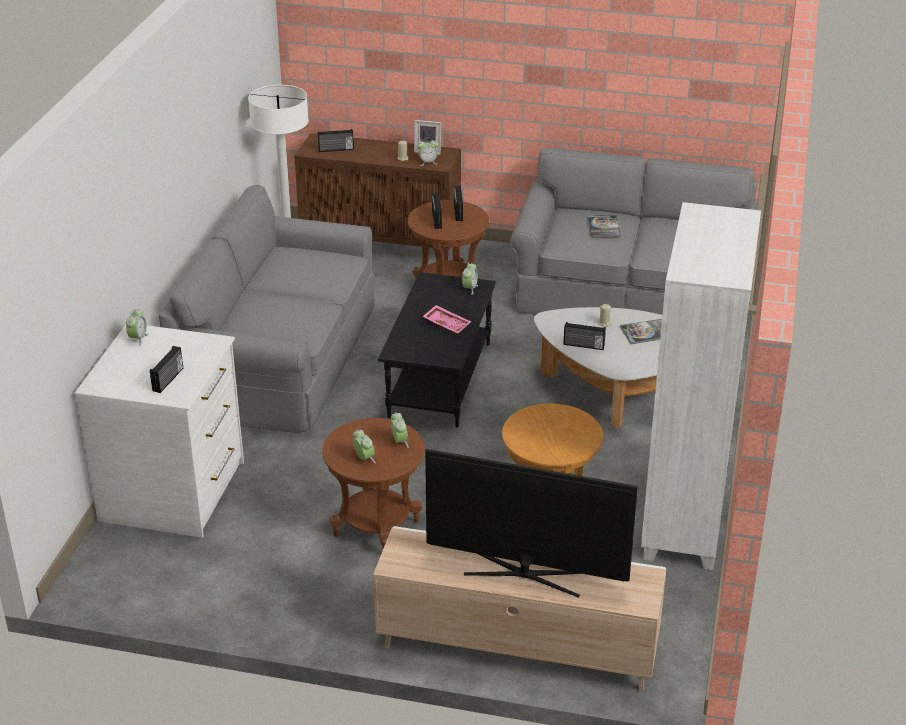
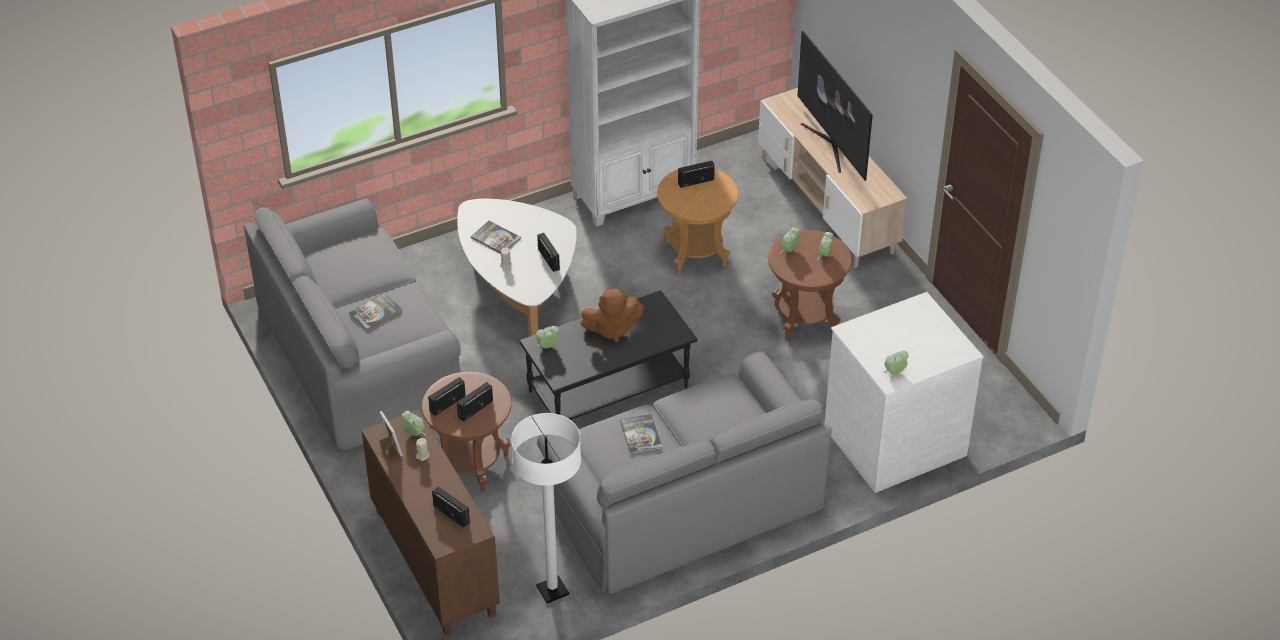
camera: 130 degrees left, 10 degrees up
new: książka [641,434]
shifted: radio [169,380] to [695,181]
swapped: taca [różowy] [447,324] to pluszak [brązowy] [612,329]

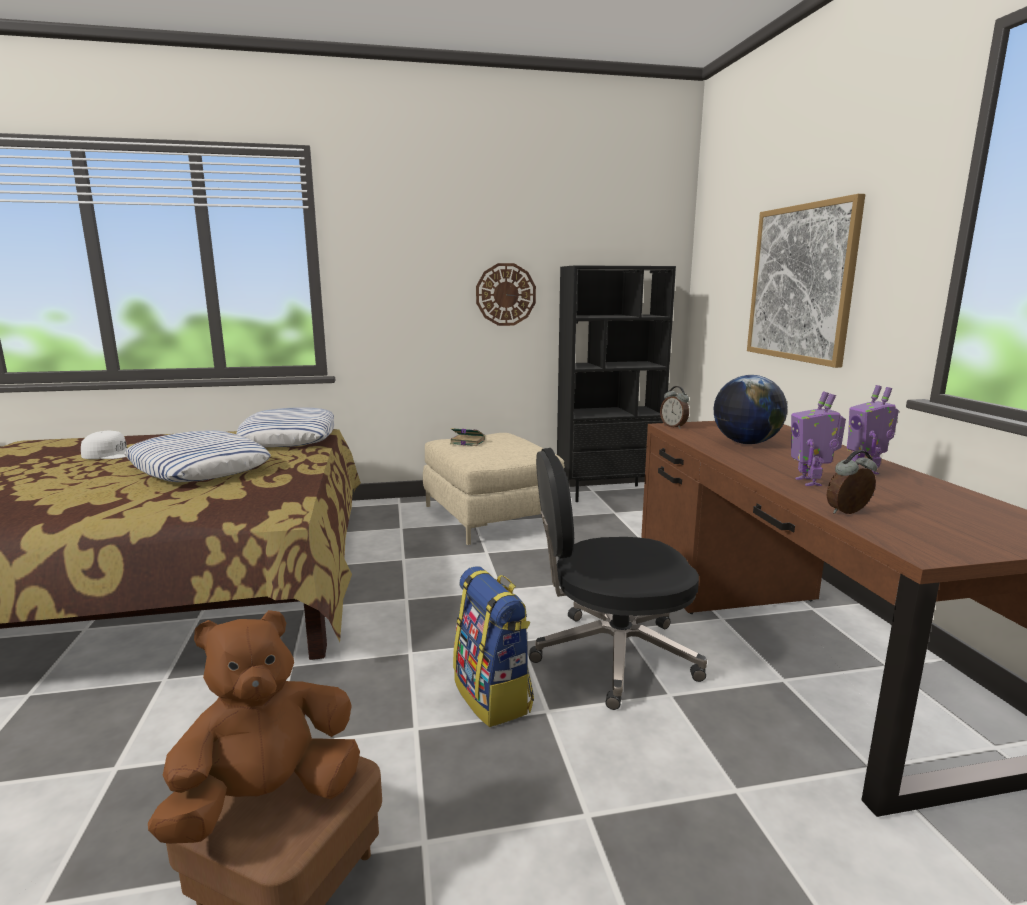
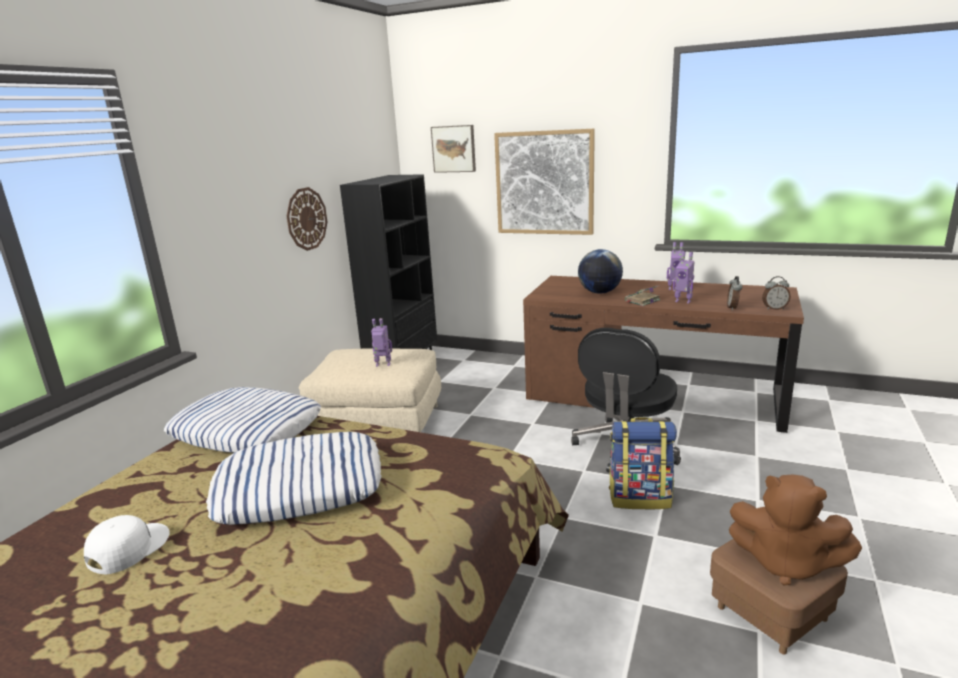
camera: 55 degrees left, 5 degrees up
new: robot zabawkowy [383,365]; obraz [454,149]
shifted: książka [466,442] to [642,301]; budzik [674,426] to [774,308]
rotated: pluszak [brązowy] [267,799] = [785,563] 60 degrees counterclockwise

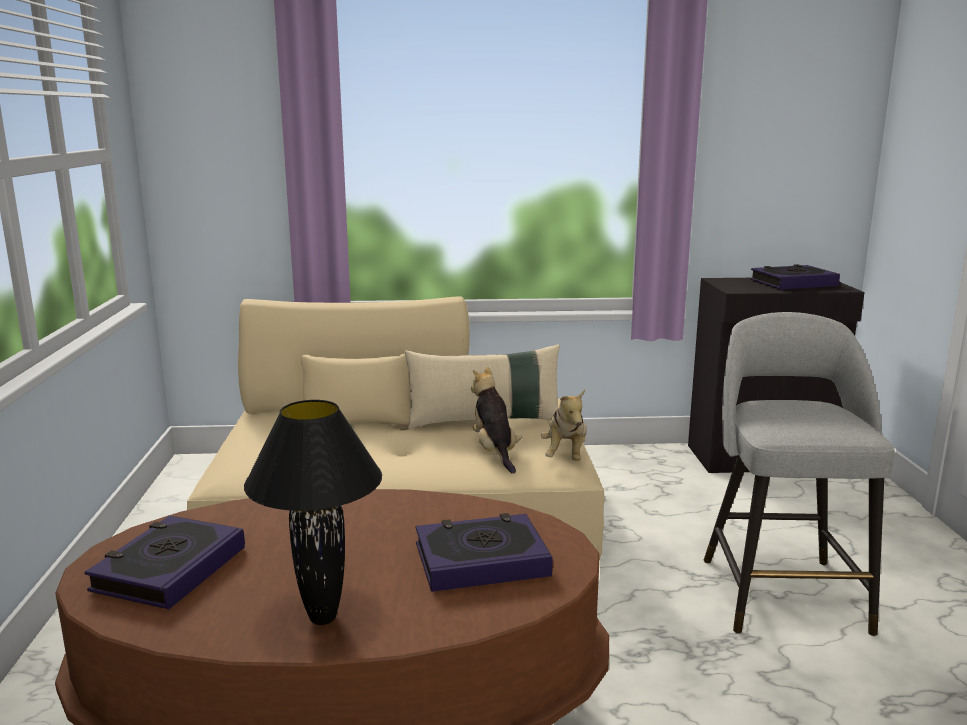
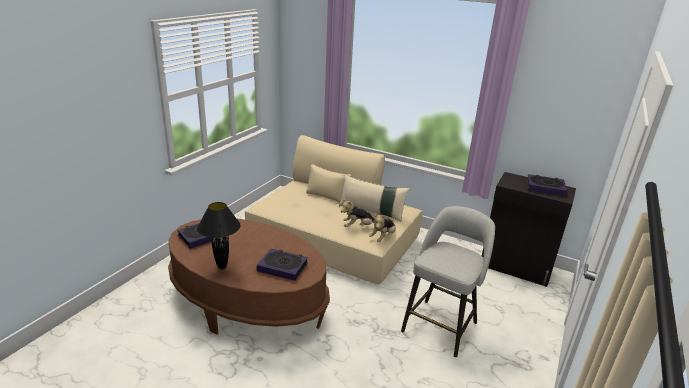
camera: 30 degrees right, 10 degrees up
rotated: pluszak [494,451] = [358,227] 120 degrees counterclockwise

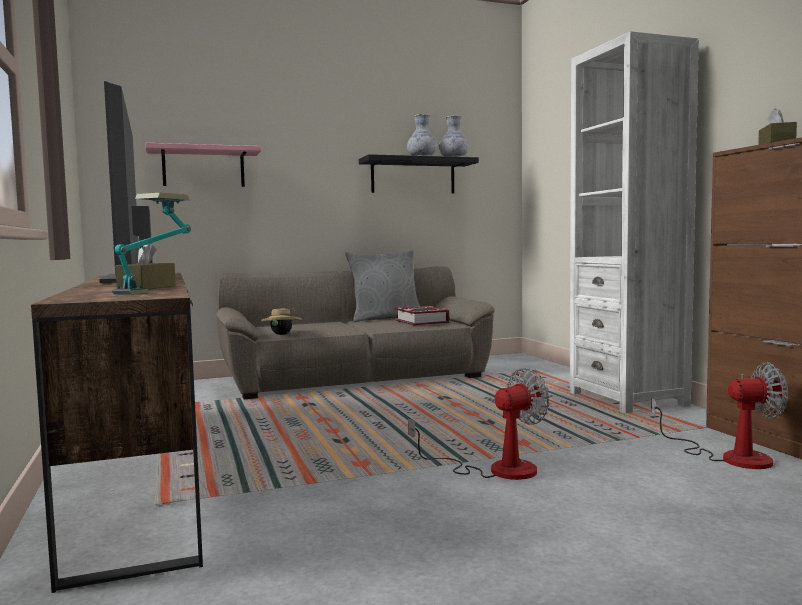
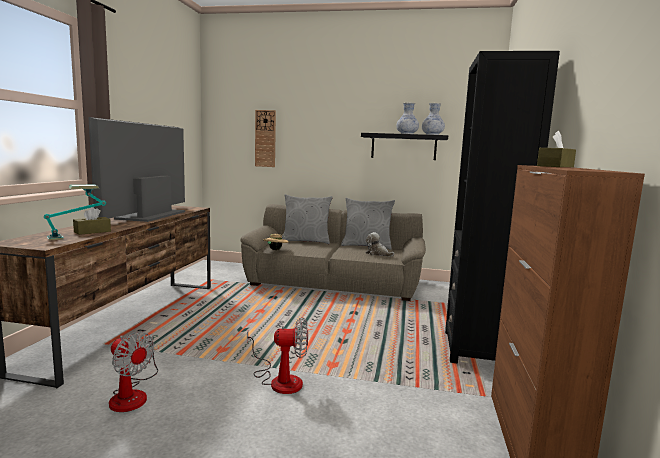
camera: 30 degrees right, 5 degrees up
new: poduszka [szary] [306,241]
shifted: wentylator [730,457] to [133,394]
swapped: półka [różowy] [203,168] to zegar ścienny [265,138]; książka [422,321] to pluszak [377,254]
repainted: regał [biały] [627,399] to regał [czarny] [479,350]

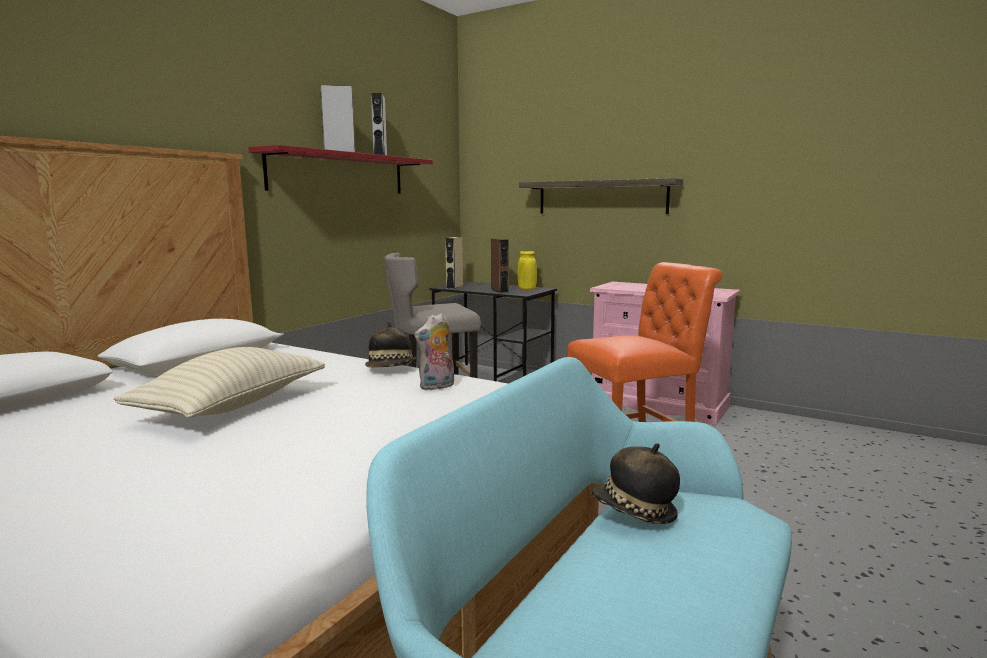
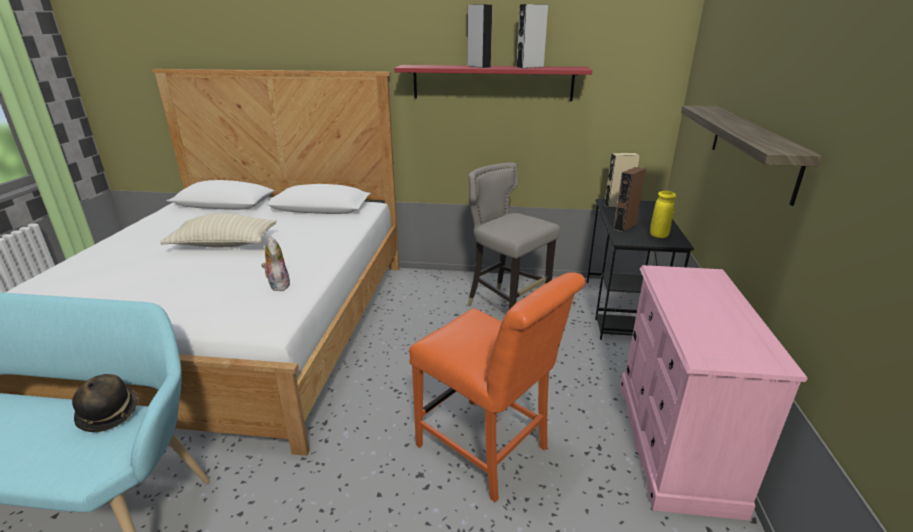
camera: 65 degrees right, 15 degrees up
gone: kapelusz [391,369]
rotated: pluszak [437,387] = [278,285] 45 degrees clockwise

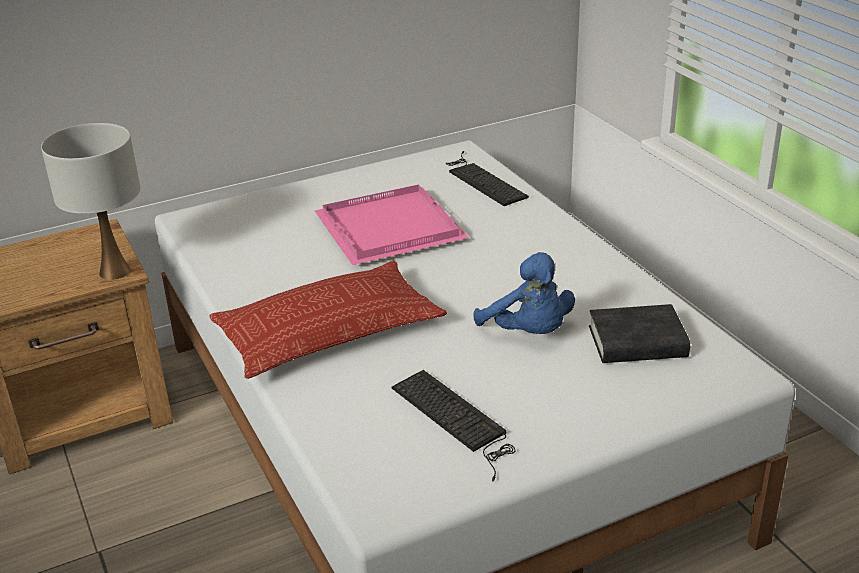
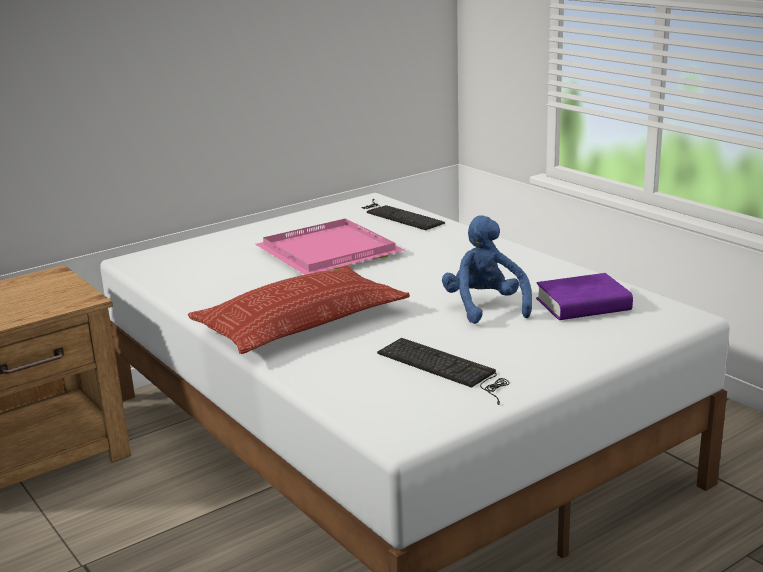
camera: 10 degrees left, 10 degrees down
gone: lampa stołowa [biały] [115,271]
repainted: książka [czarny] [637,342] to książka [fioletowy] [583,305]
rotated: pluszak [niebieski] [528,332] = [485,307] 150 degrees counterclockwise

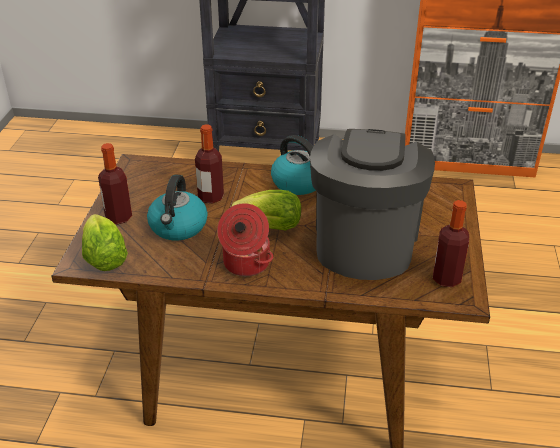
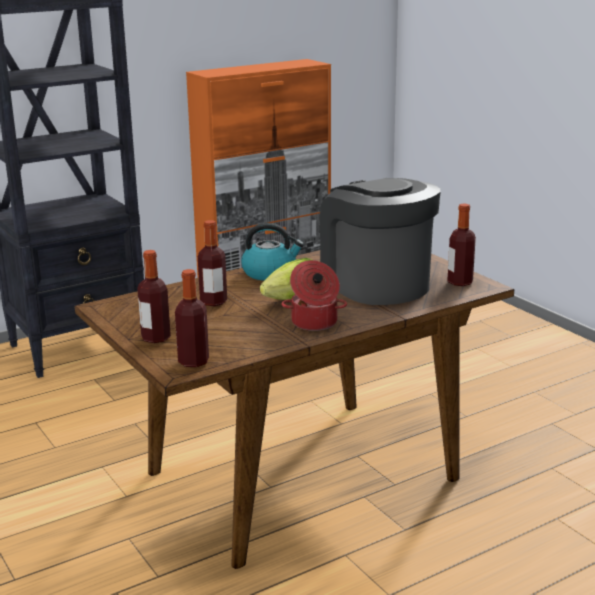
camera: 40 degrees left, 15 degrees down
gone: czajnik [178,227]
swapped: sałata [104,258] to butelka [193,362]

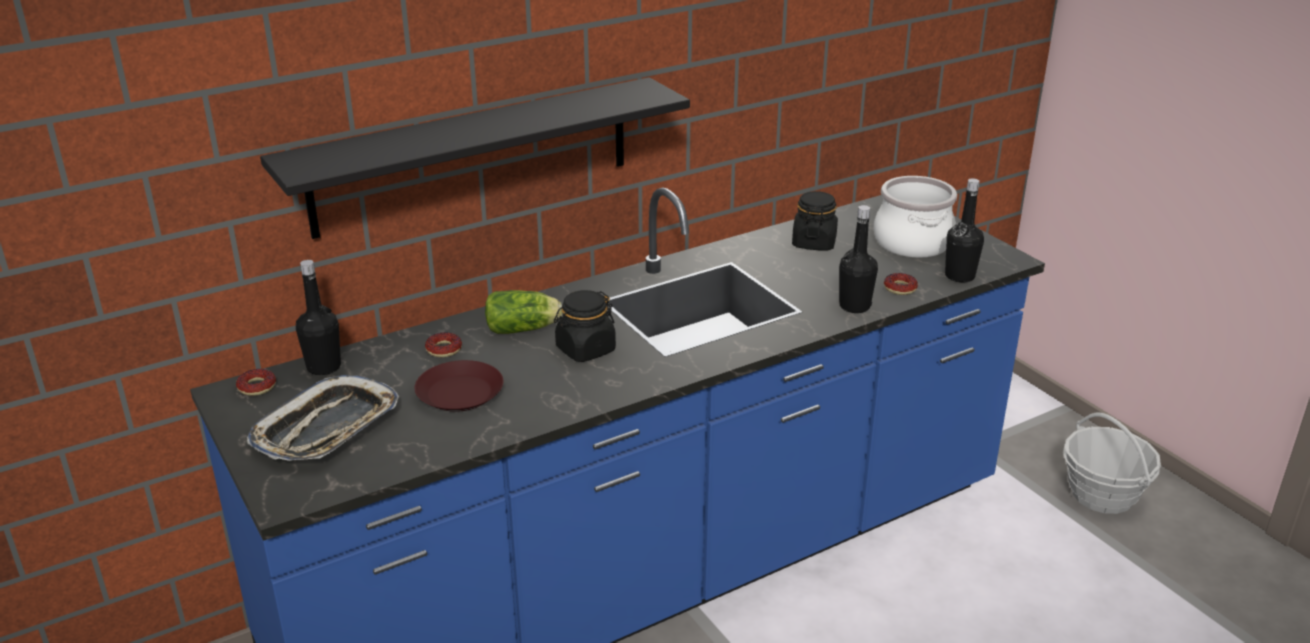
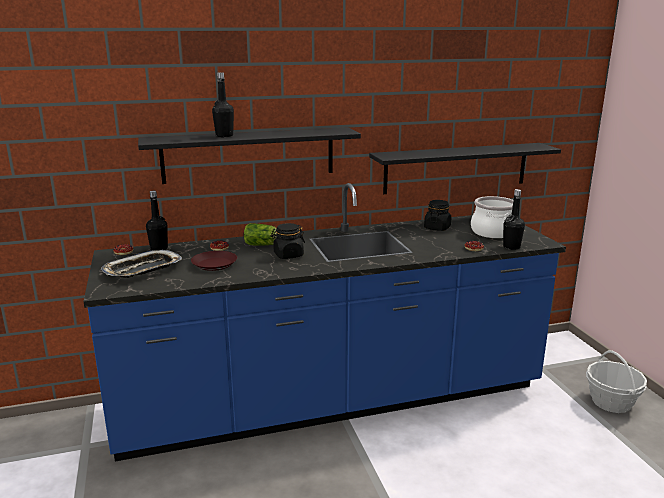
camera: 15 degrees right, 10 degrees down
new: półka [czarny] [456,168]
shifted: butelka [czarny] [854,306] to [224,136]

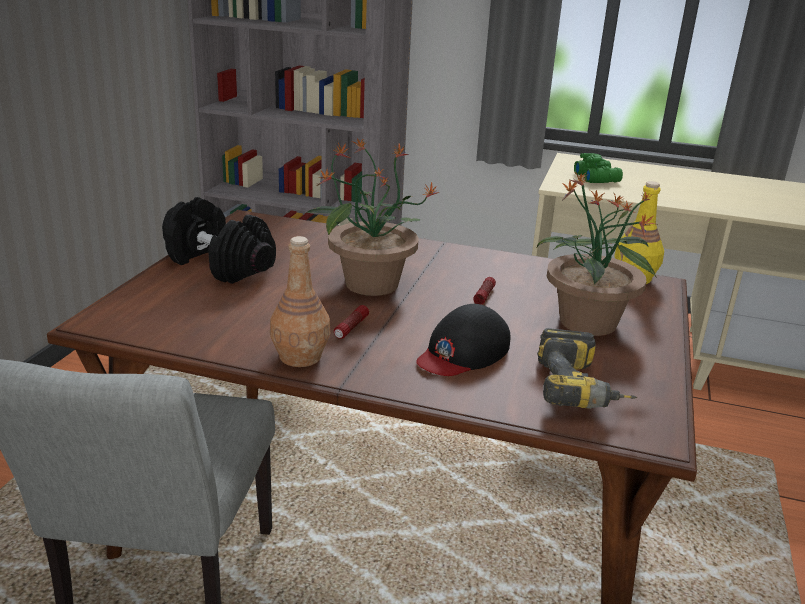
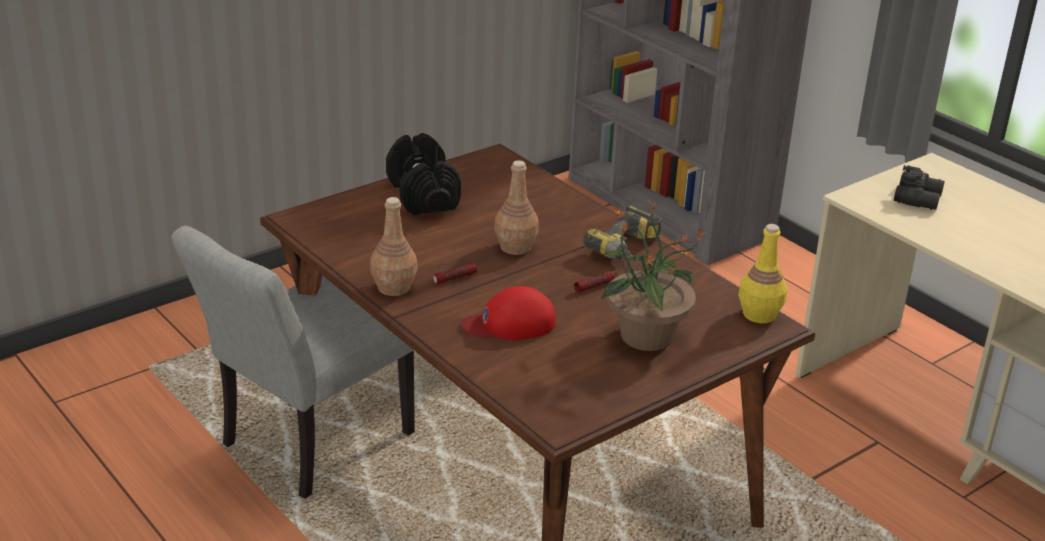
camera: 35 degrees right, 5 degrees up
shifted: wiertarka [581,390] to [628,250]
swapped: roślina doniczkowa [369,284] to butelka [brązowy] [516,247]
repainted: czapka z daszkiem [czarny] [463,352] to czapka z daszkiem [czerwony] [510,323]; lornetka [zielony] [597,178] to lornetka [czarny] [919,198]

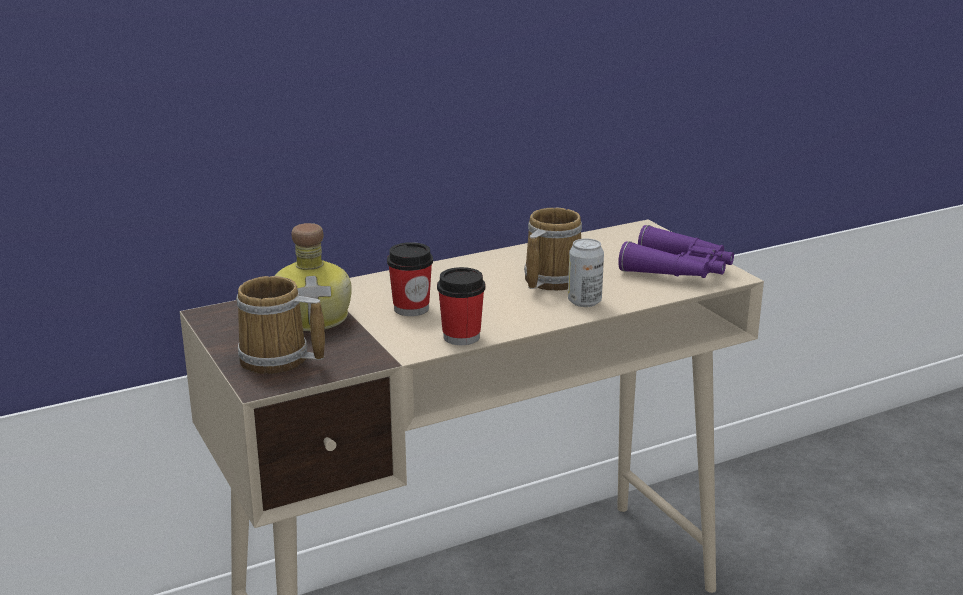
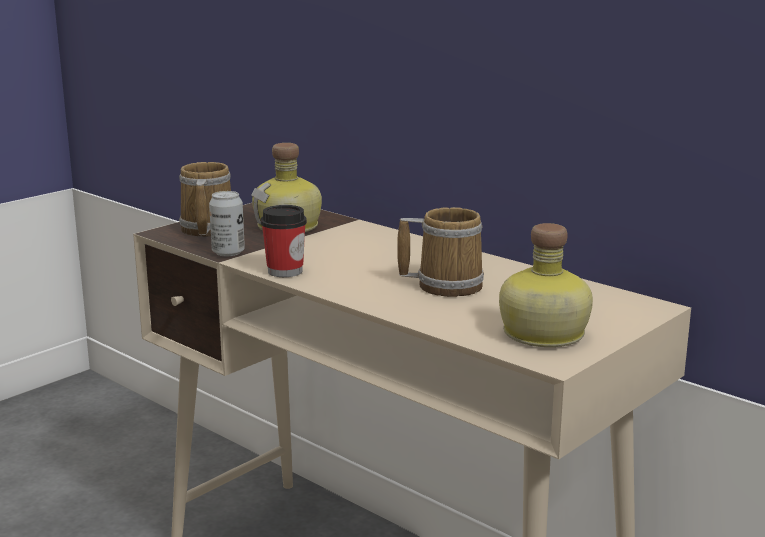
camera: 70 degrees right, 5 degrees down
gone: filiżanka [411,308]
shifted: puszka [584,302] to [228,252]
swapped: lornetka [fioletowy] [678,270] to butelka [541,334]

